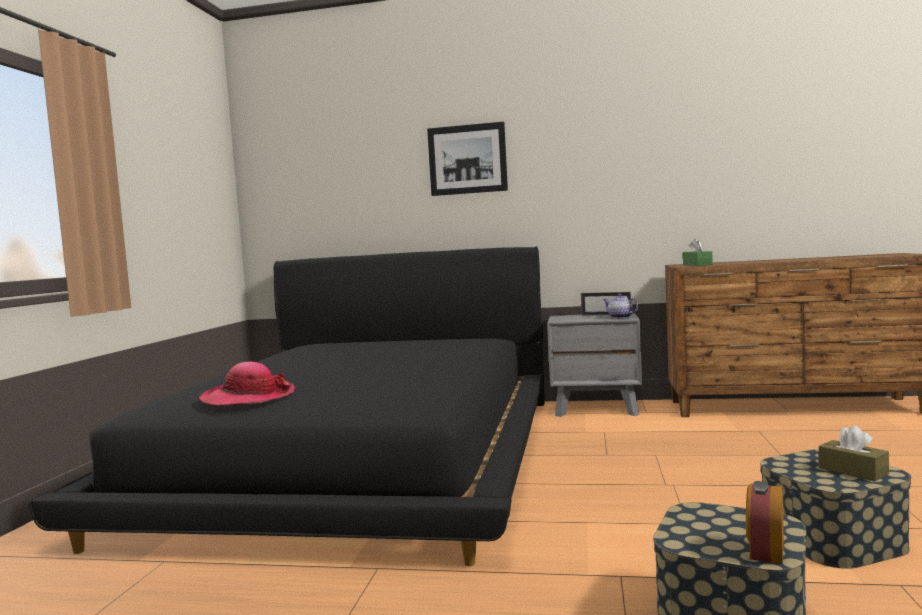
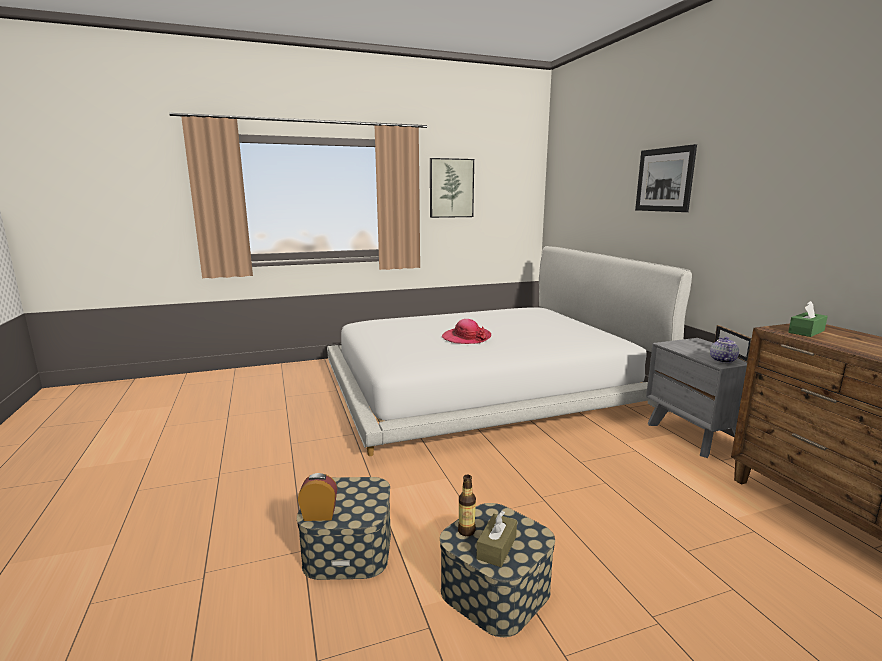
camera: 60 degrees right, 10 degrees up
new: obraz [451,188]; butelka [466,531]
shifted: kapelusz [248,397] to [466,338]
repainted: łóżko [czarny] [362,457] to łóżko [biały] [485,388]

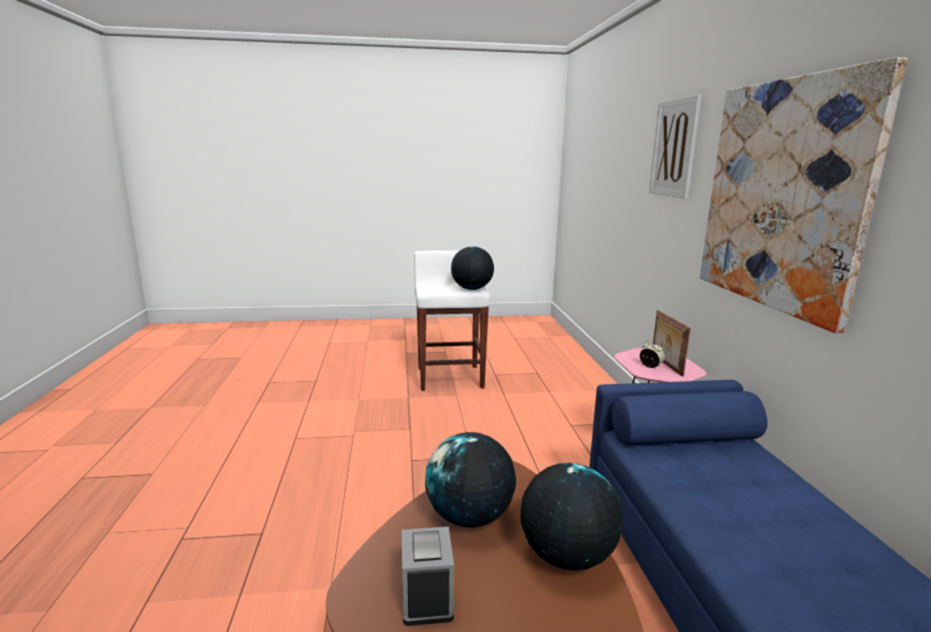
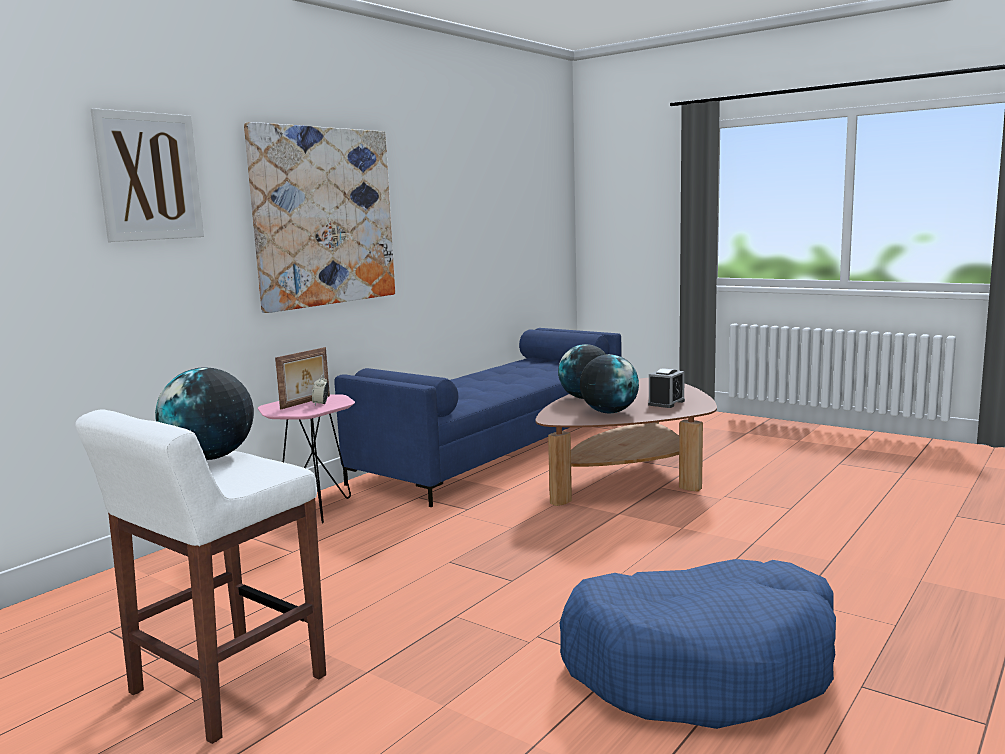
camera: 135 degrees left, 5 degrees down
new: legowisko [niebieski] [701,666]

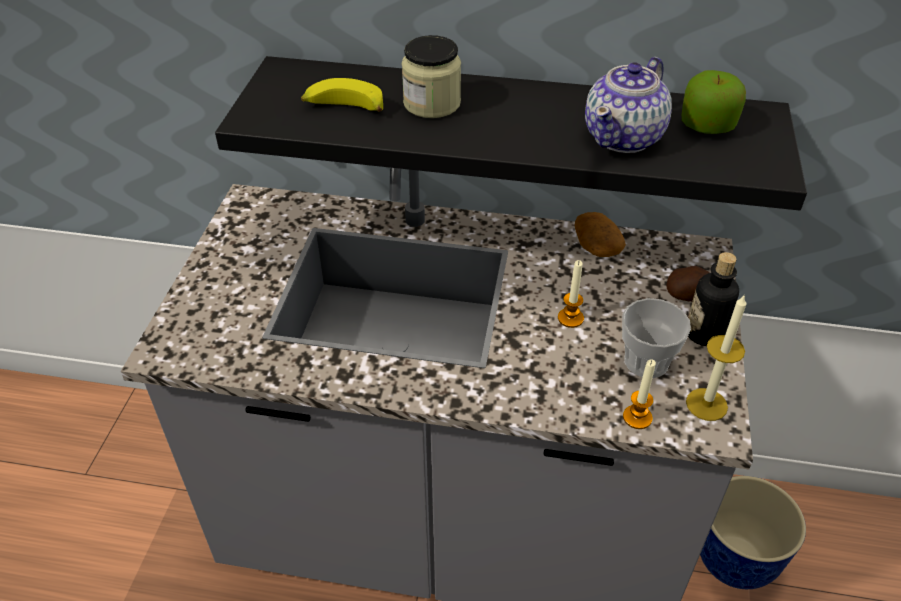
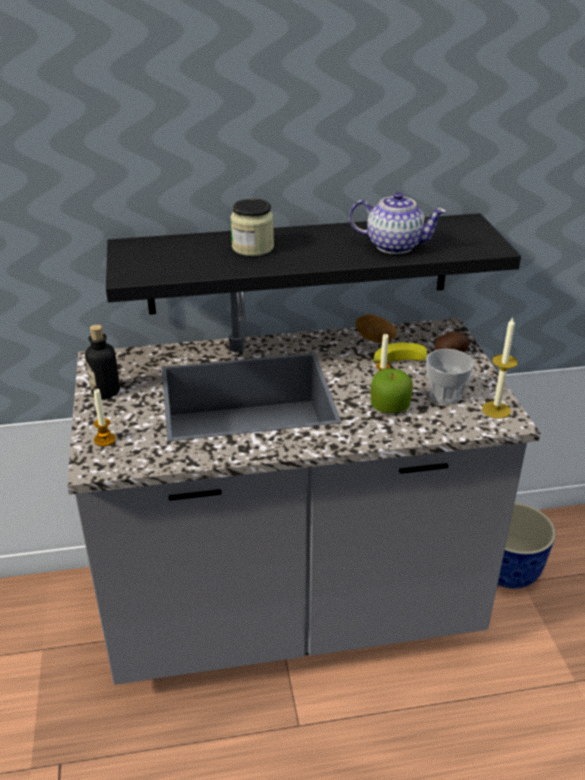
camera: 20 degrees left, 10 degrees down
shifted: butelka [704,333] to [106,391]; świeca [637,417] to [104,440]; jabłko [707,126] to [390,406]; banan [343,108] to [398,362]
rotated: imbryk [624,137] = [394,245] 90 degrees counterclockwise

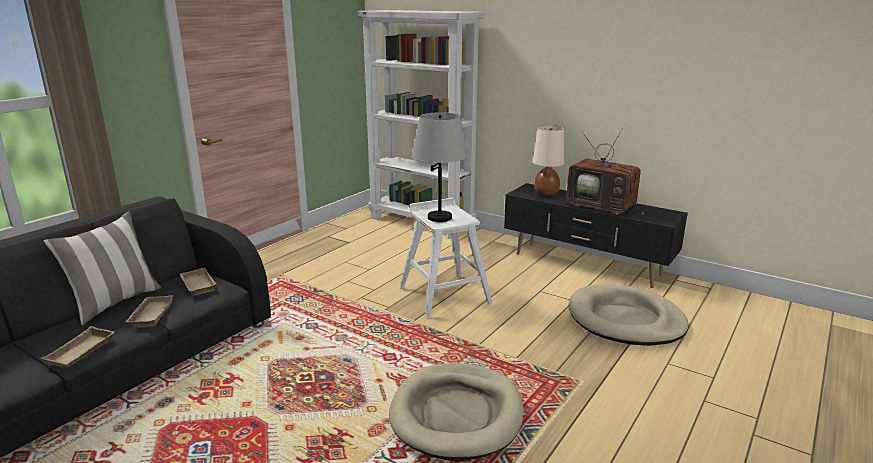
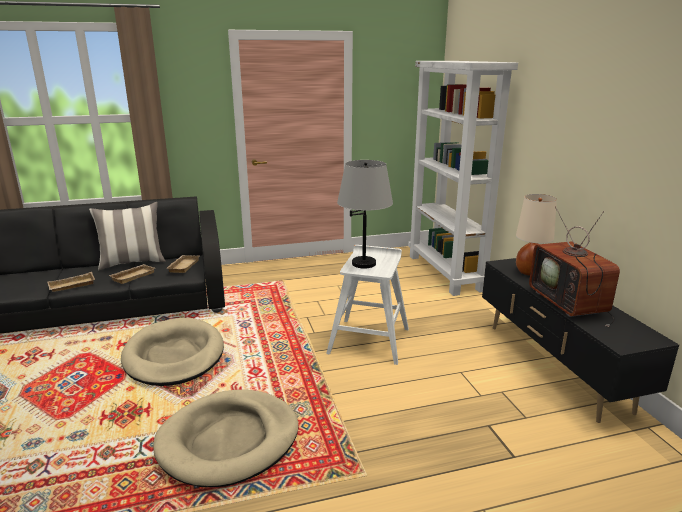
camera: 40 degrees right, 0 degrees up
shifted: legowisko [beżowy] [625,320] to [174,356]

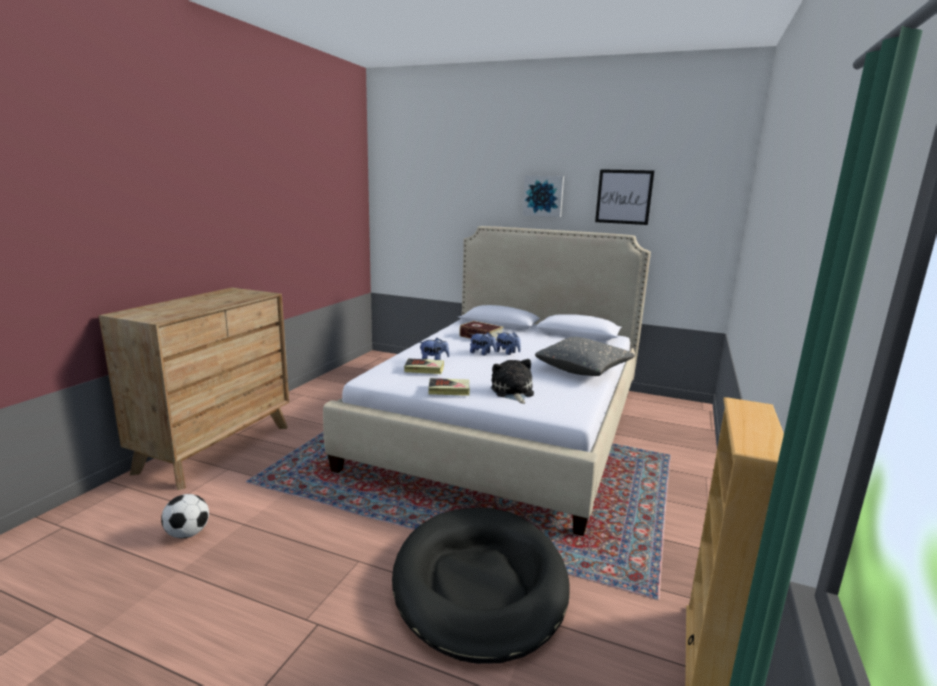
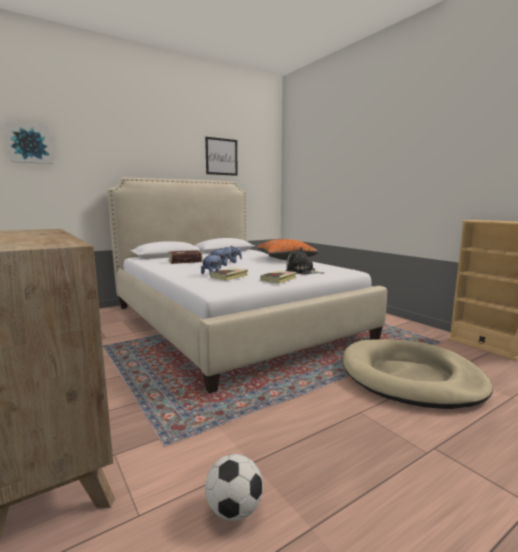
camera: 55 degrees left, 5 degrees down
shifted: obraz [543,196] to [30,144]
repainted: poduszka [szary] [583,369] to poduszka [pomarańczowy] [285,259]; legowisko [czarny] [480,584] to legowisko [beżowy] [410,377]

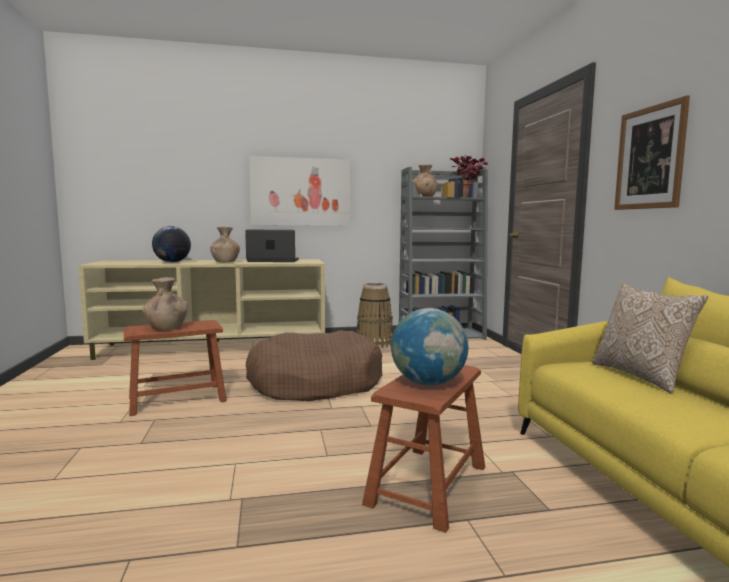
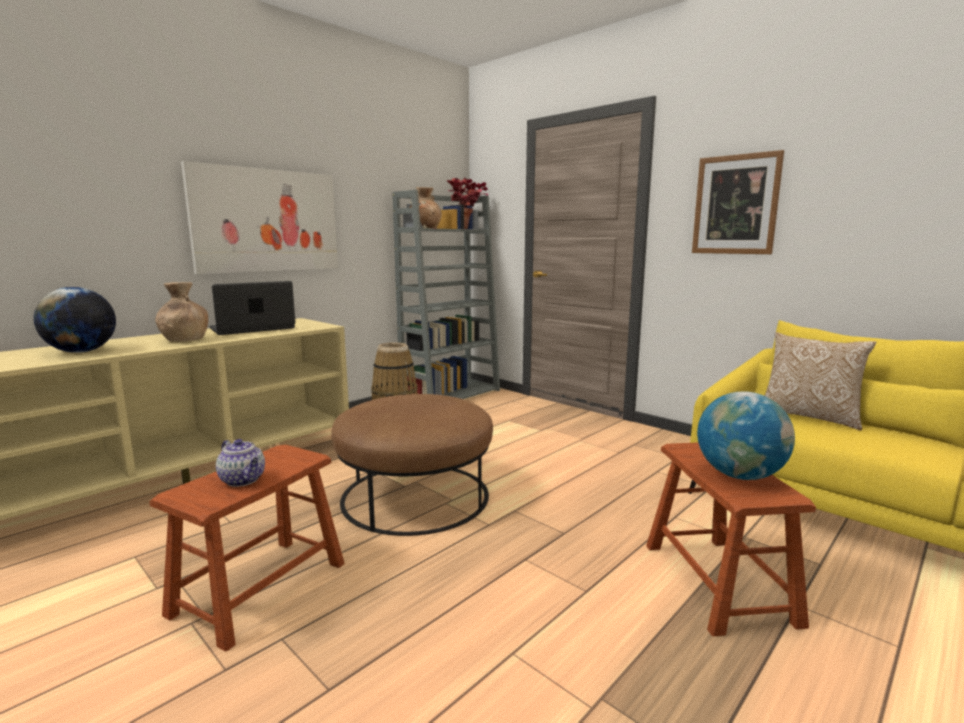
camera: 35 degrees left, 5 degrees up
swapped: wazon [brązowy] [166,328] to imbryk [243,480]; legowisko [brązowy] [315,383] to pufa [brązowy] [415,496]

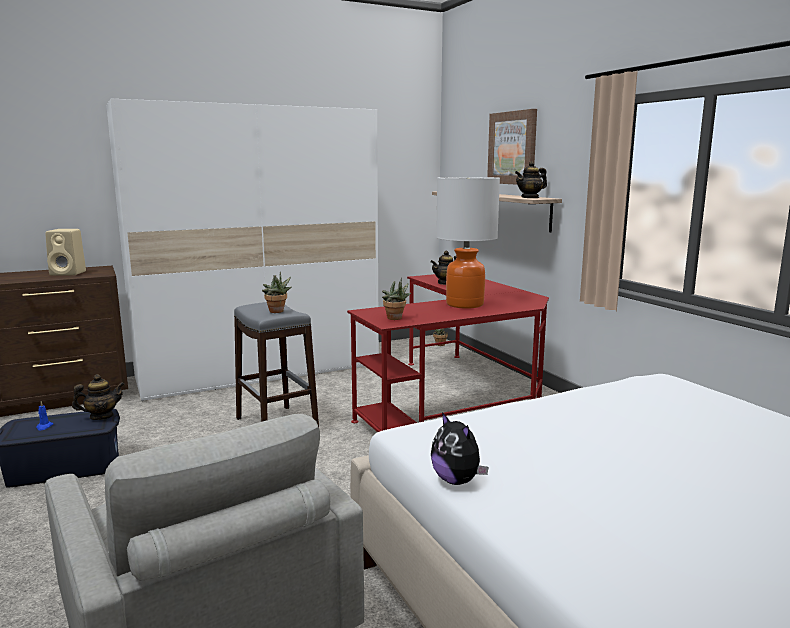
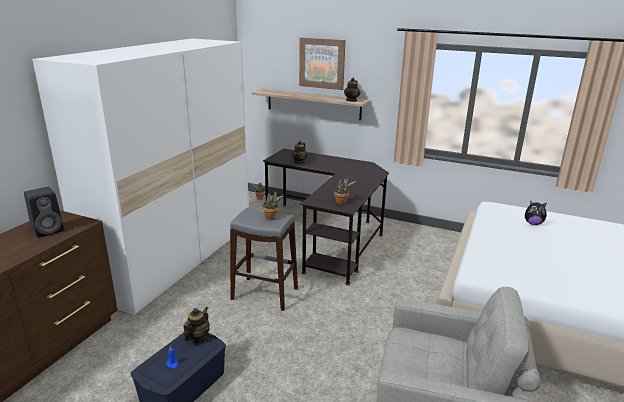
camera: 40 degrees left, 10 degrees up
gone: lampa stołowa [465,304]
shifted: pluszak [457,480] to [533,223]
repainted: głośnik [beżowy] [69,273] to głośnik [czarny] [49,230]; biurko [czerwony] [457,398] to biurko [czarny] [329,235]

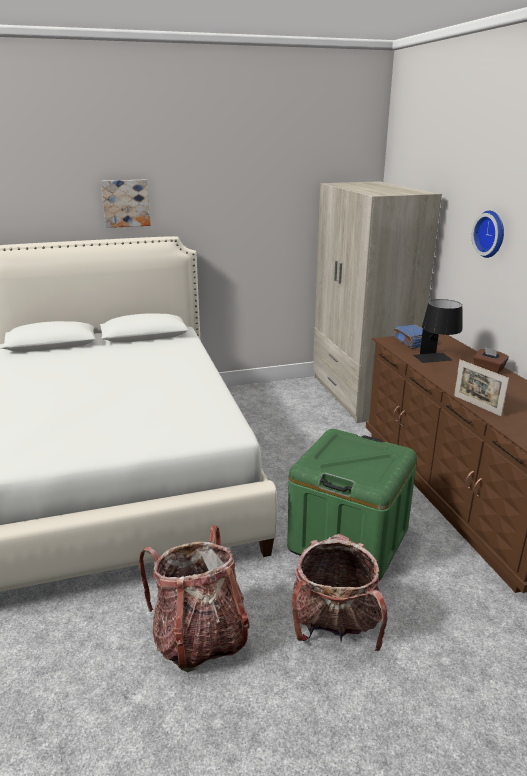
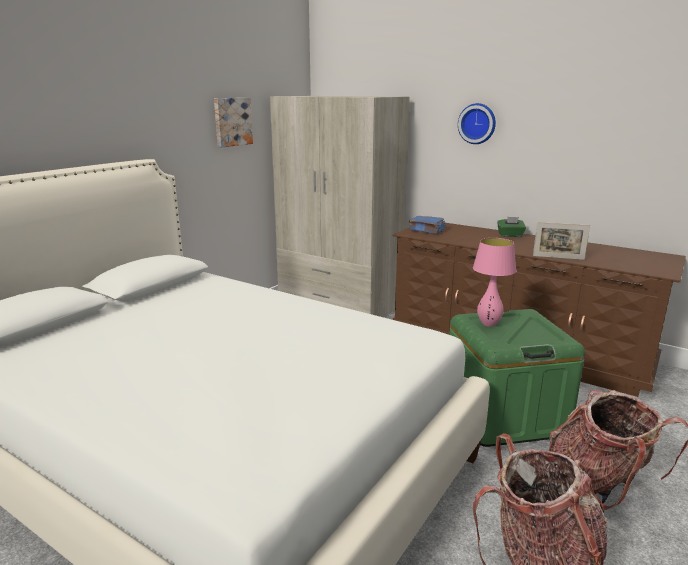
camera: 40 degrees left, 5 degrees down
gone: lampa stołowa [czarny] [436,360]
new: lampa stołowa [różowy] [488,324]
shifted: obraz [125,203] to [232,121]
repainted: pudełko chusteczek [brązowy] [488,369] to pudełko chusteczek [zielony] [510,235]

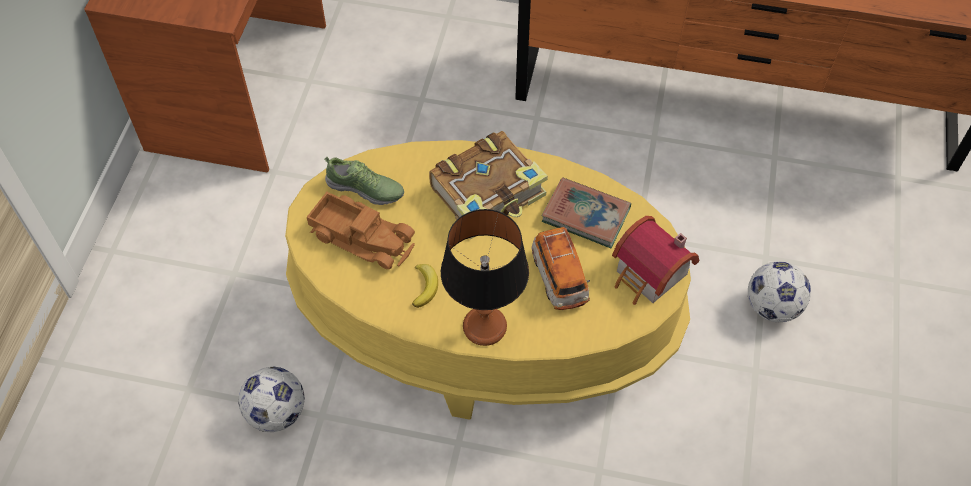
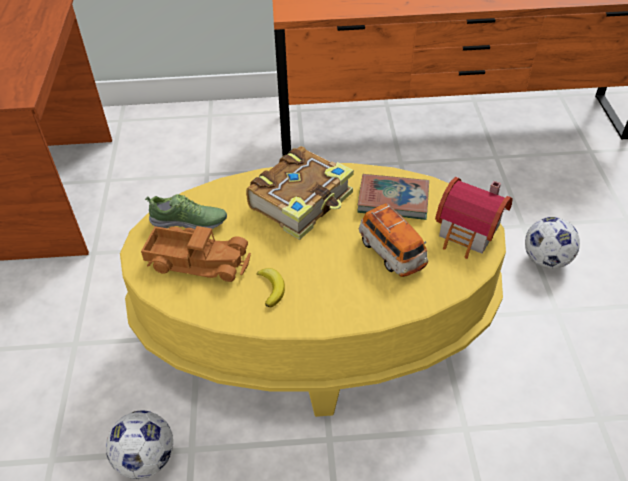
camera: 15 degrees left, 10 degrees down
gone: lampa stołowa [484,326]

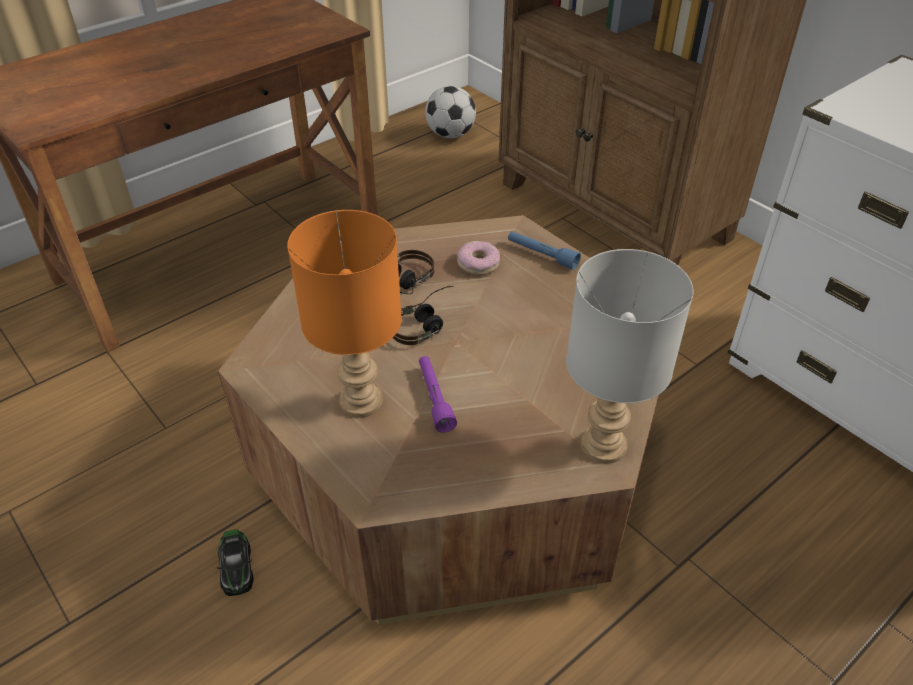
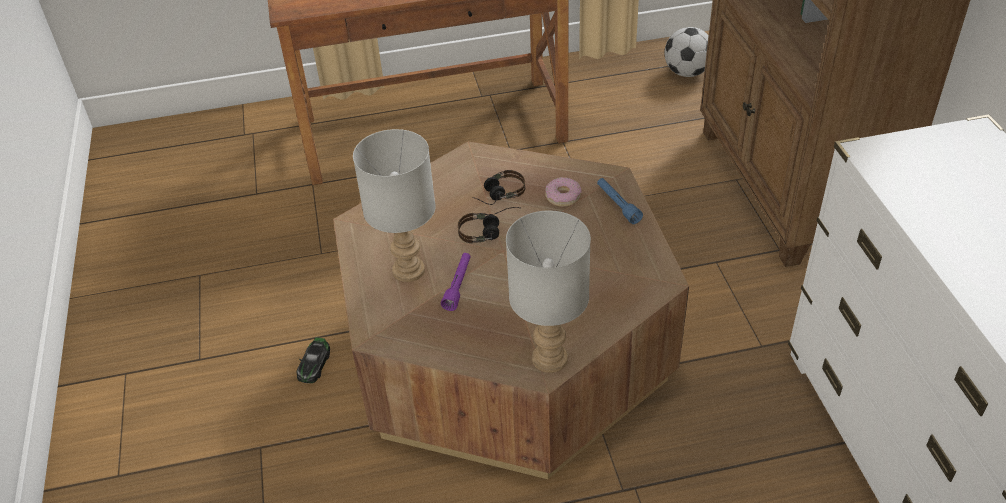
camera: 30 degrees right, 0 degrees up
repainted: lampa stołowa [pomarańczowy] [361,400] to lampa stołowa [szary] [409,269]

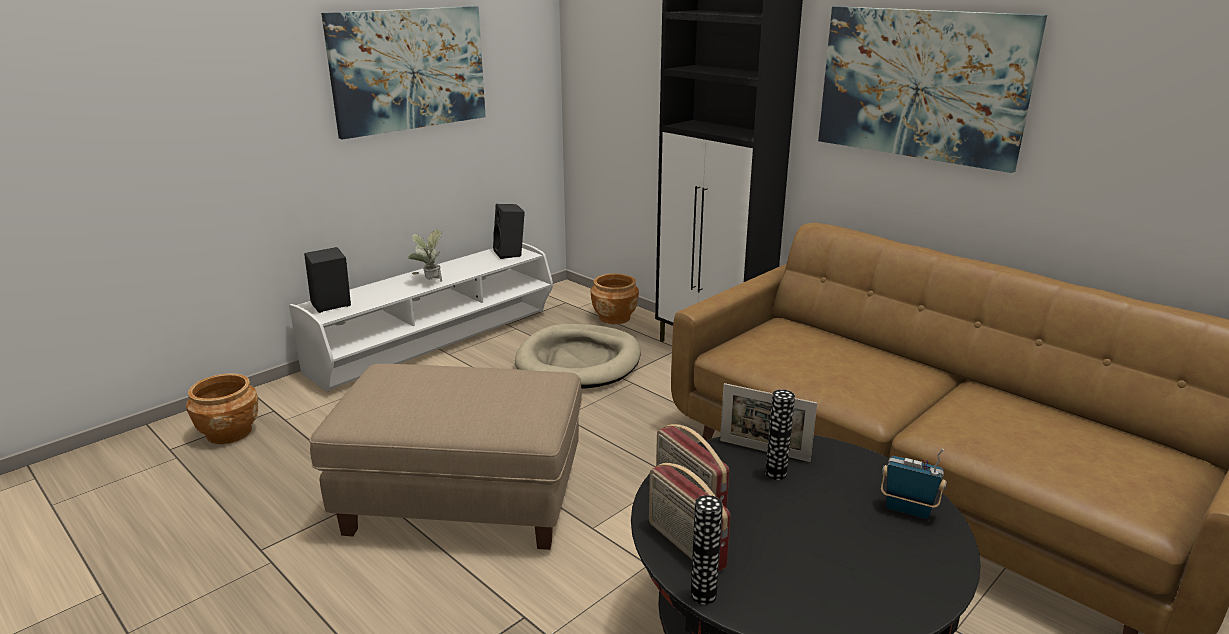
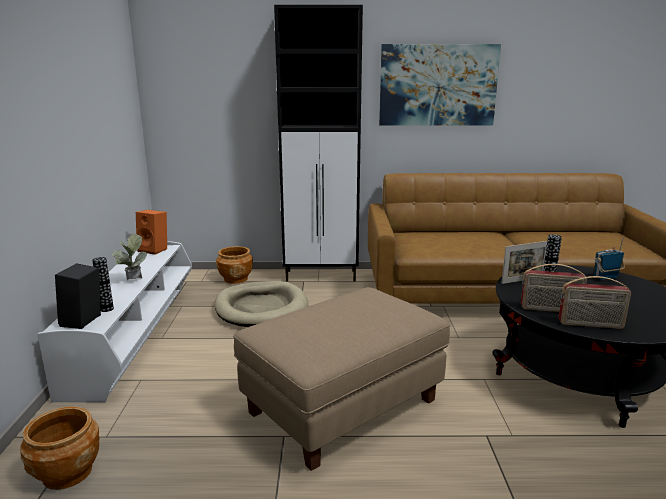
camera: 45 degrees left, 5 degrees down
gone: obraz [409,69]
shifted: wazon [703,595] to [107,309]
repainted: głośnik [czarny] [510,253] to głośnik [pomarańczowy] [155,250]

